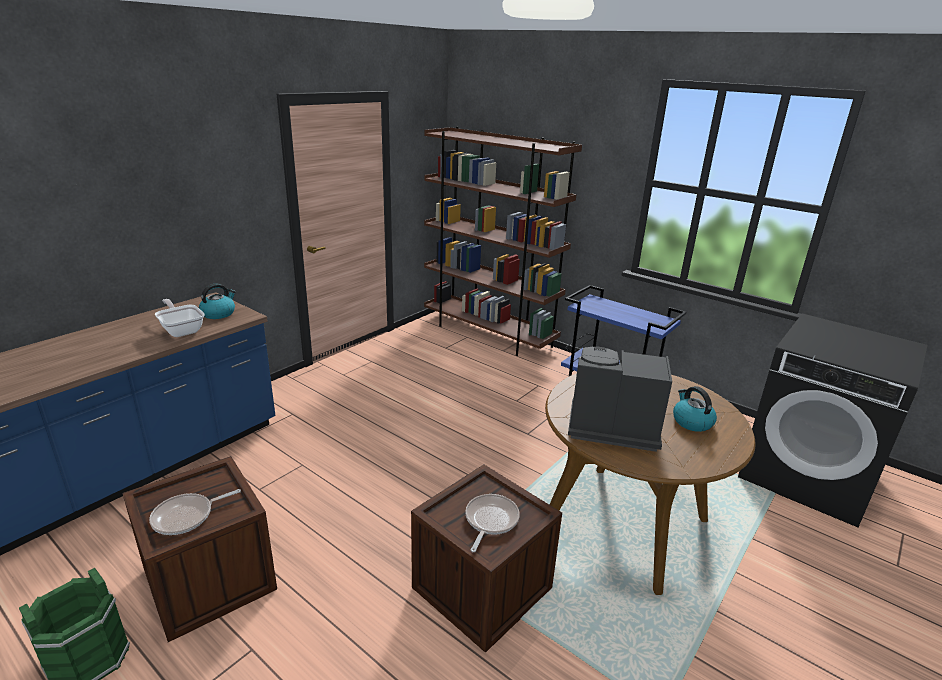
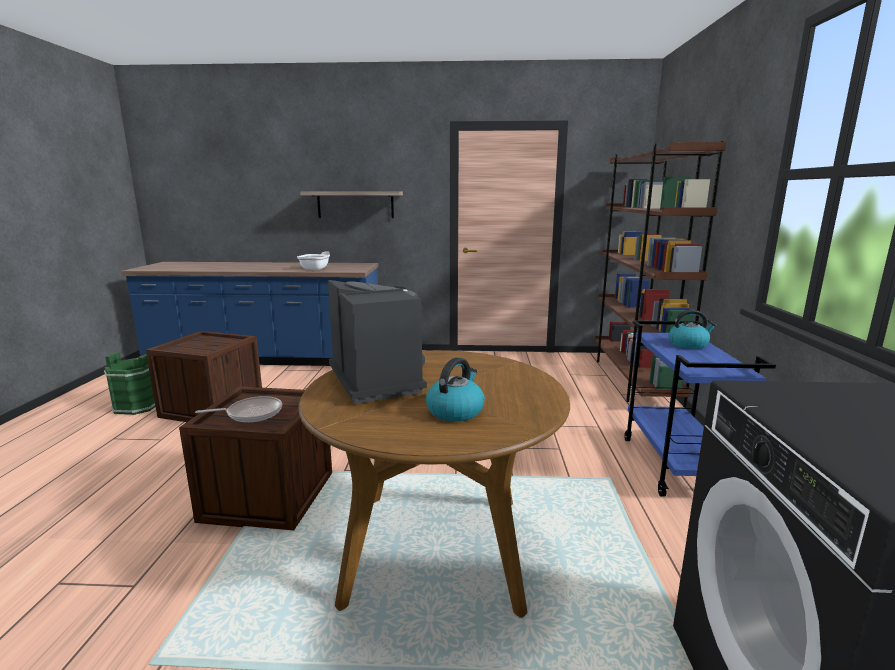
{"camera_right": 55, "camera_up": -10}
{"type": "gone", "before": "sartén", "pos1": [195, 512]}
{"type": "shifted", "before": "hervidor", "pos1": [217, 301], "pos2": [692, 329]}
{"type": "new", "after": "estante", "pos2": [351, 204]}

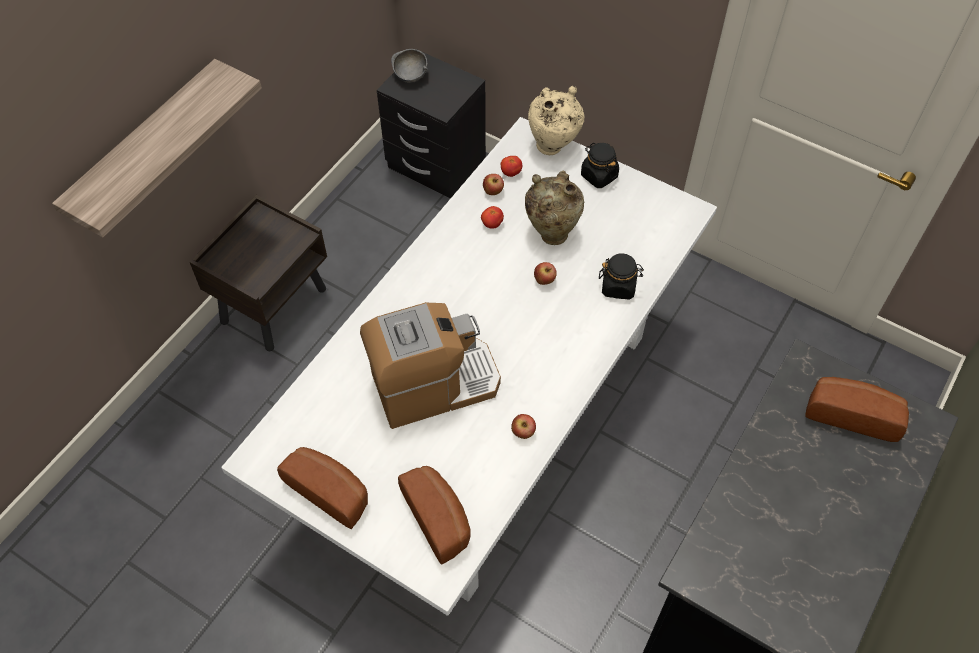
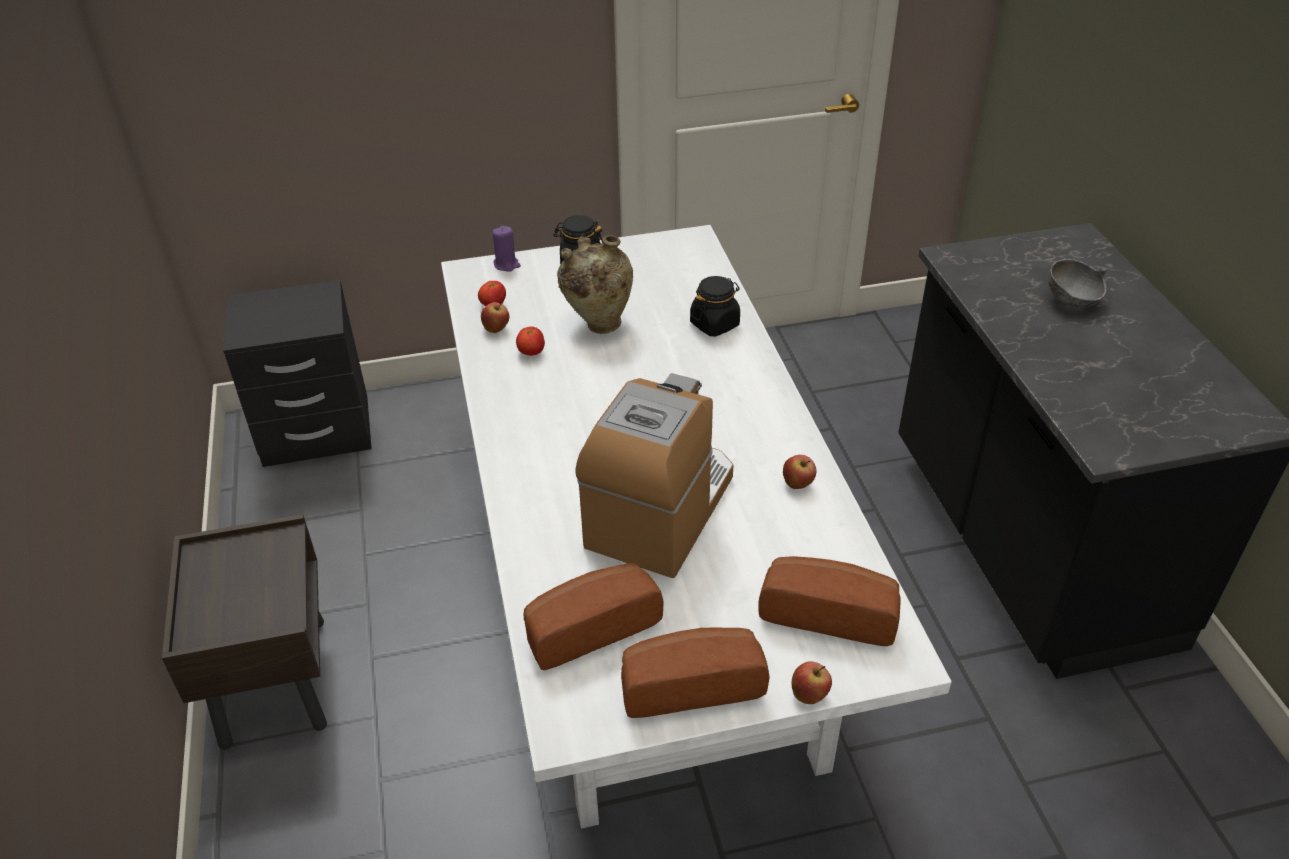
{"camera_right": -45, "camera_up": -15}
{"type": "gone", "before": "estante", "pos1": [157, 148]}
{"type": "shifted", "before": "cuenco (gris)", "pos1": [409, 66], "pos2": [1077, 283]}
{"type": "swapped", "before": "florero (beis)", "after": "vela (morado)", "pos1": [556, 120], "pos2": [506, 249]}
{"type": "shifted", "before": "manzana", "pos1": [545, 273], "pos2": [811, 682]}
{"type": "shifted", "before": "pan", "pos1": [857, 409], "pos2": [594, 616]}

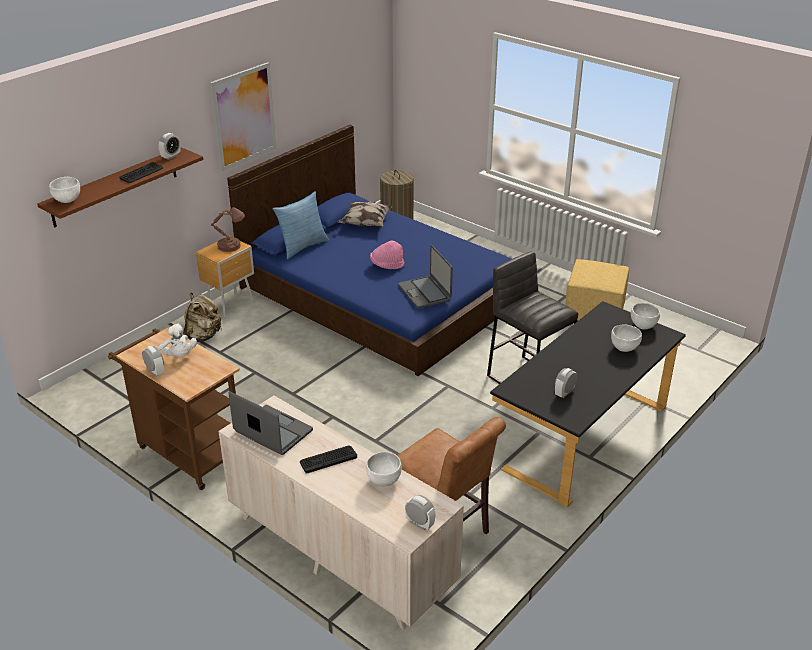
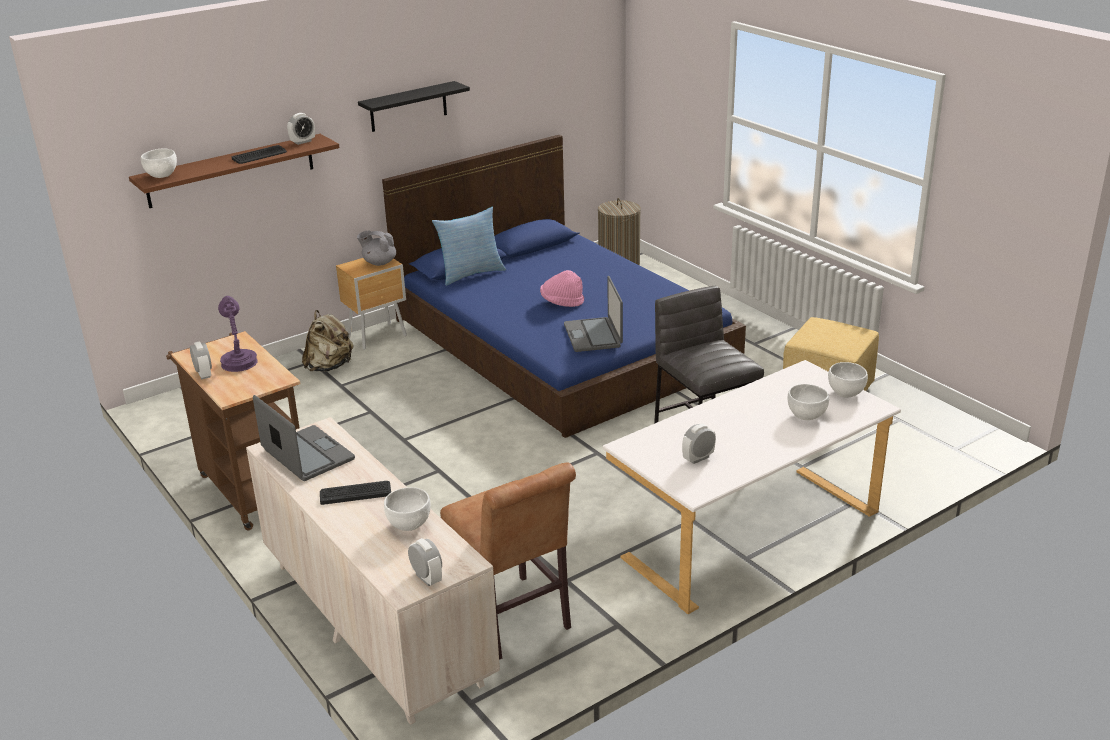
{"camera_right": 15, "camera_up": -5}
{"type": "swapped", "before": "peluche (blanco)", "after": "lámpara de mesa (morado)", "pos1": [176, 340], "pos2": [238, 334]}
{"type": "swapped", "before": "cuadro", "after": "estante (negro)", "pos1": [243, 116], "pos2": [414, 106]}
{"type": "swapped", "before": "lámpara de mesa (marrón)", "after": "tetera (gris)", "pos1": [228, 229], "pos2": [376, 248]}
{"type": "gone", "before": "cojín", "pos1": [365, 213]}
{"type": "repainted", "before": "escritorio (negro)", "after": "escritorio (blanco)", "pos1": [588, 404], "pos2": [752, 487]}

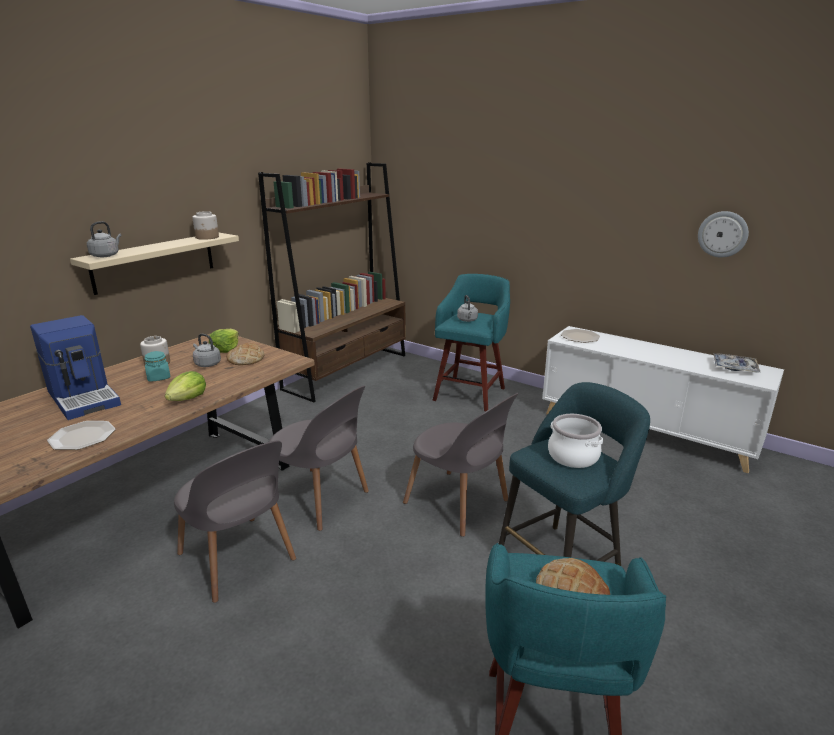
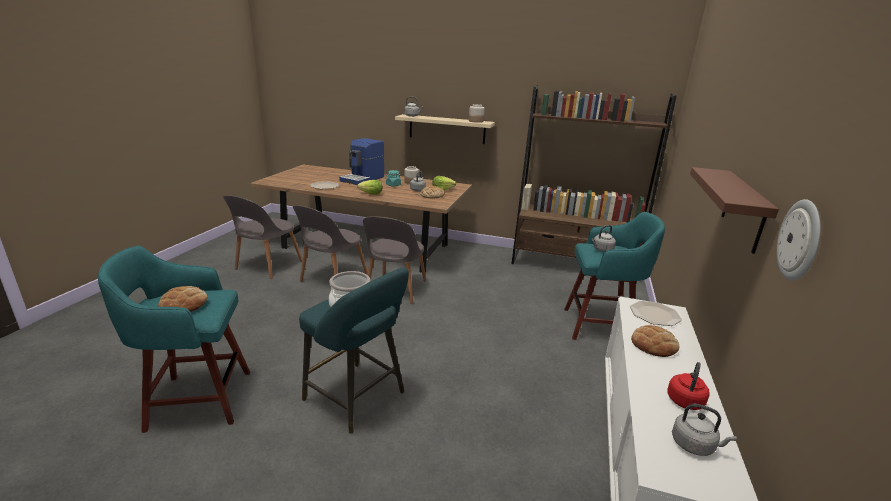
{"camera_right": 70, "camera_up": 0}
{"type": "shifted", "before": "silla (gris)", "pos1": [461, 465], "pos2": [262, 237]}
{"type": "swapped", "before": "bandeja", "after": "hervidor (gris)", "pos1": [736, 362], "pos2": [704, 430]}
{"type": "new", "after": "pan", "pos2": [655, 341]}
{"type": "new", "after": "hervidor (rojo)", "pos2": [688, 386]}
{"type": "new", "after": "estante (marrón)", "pos2": [734, 210]}

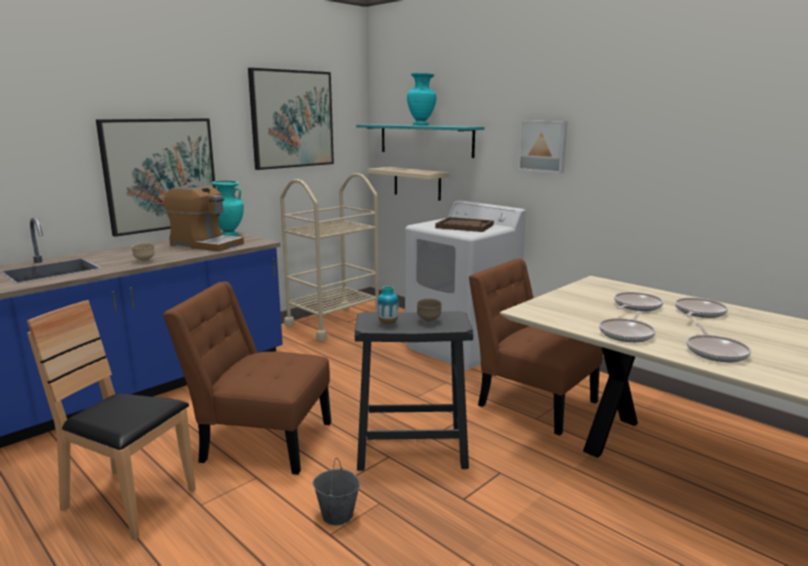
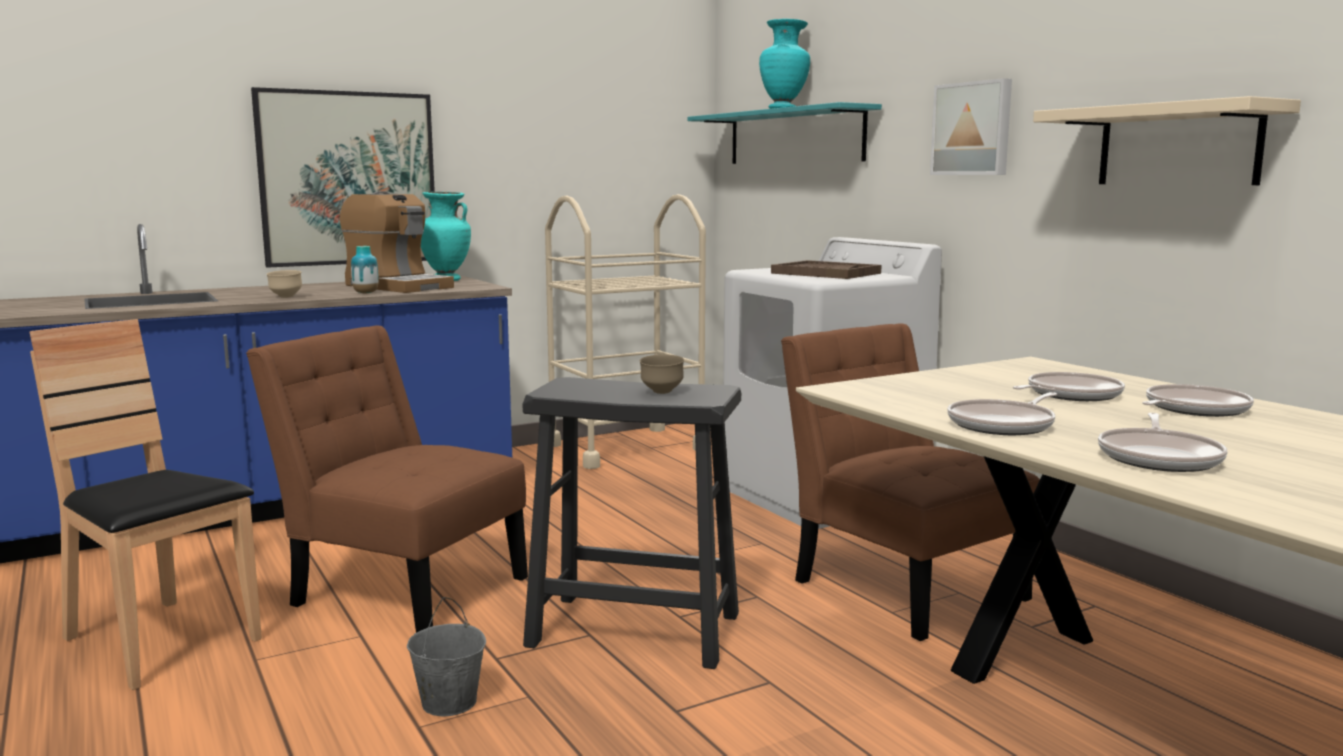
{"camera_right": 15, "camera_up": -5}
{"type": "gone", "before": "cuadro", "pos1": [291, 119]}
{"type": "shifted", "before": "estante (beis)", "pos1": [408, 184], "pos2": [1167, 140]}
{"type": "shifted", "before": "florero", "pos1": [388, 305], "pos2": [365, 269]}

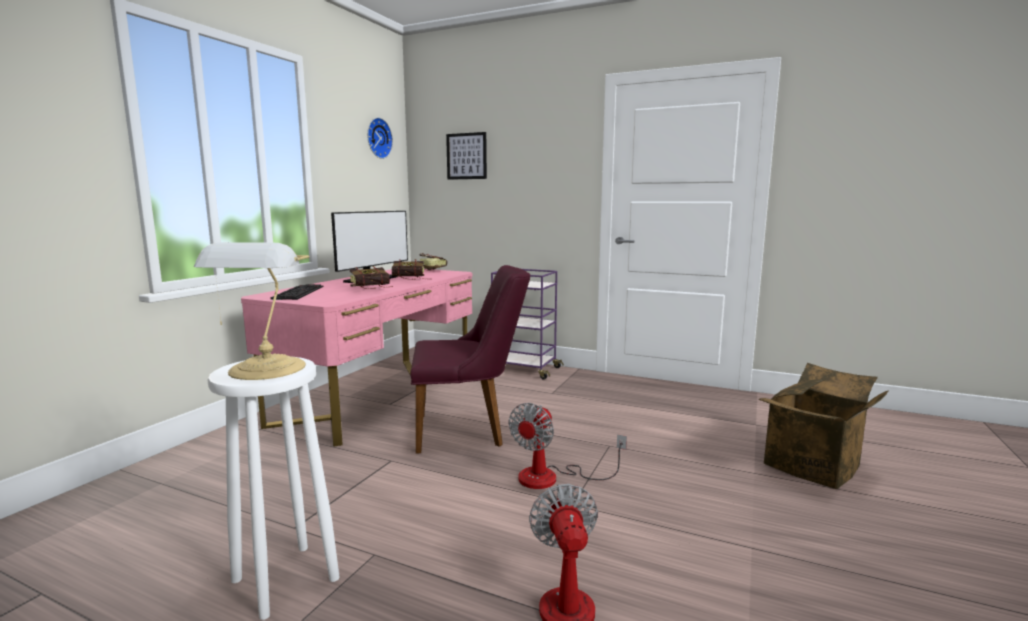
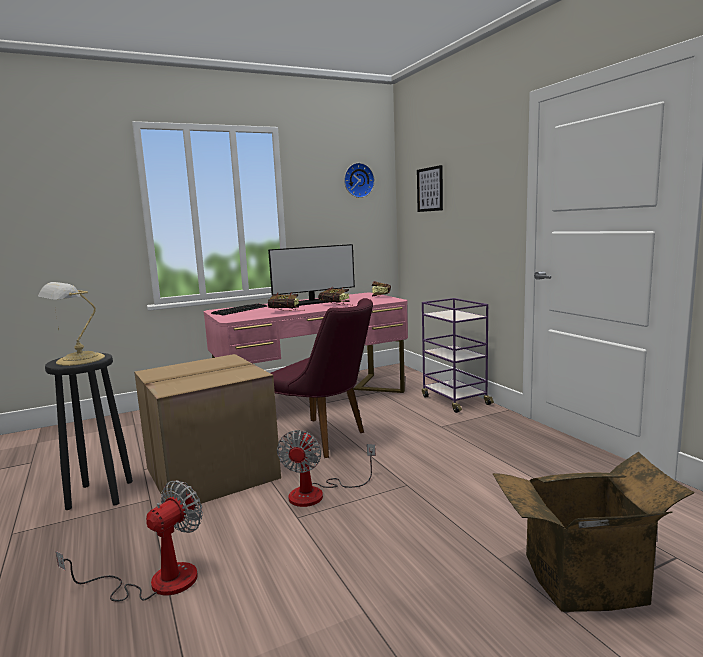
{"camera_right": 40, "camera_up": 0}
{"type": "repainted", "before": "taburete (blanco)", "after": "taburete (negro)", "pos1": [274, 488], "pos2": [89, 431]}
{"type": "rotated", "before": "ventilador", "pos1": [568, 446], "pos2": [326, 468], "turn": -60}
{"type": "new", "after": "caja de cartón", "pos2": [207, 429]}

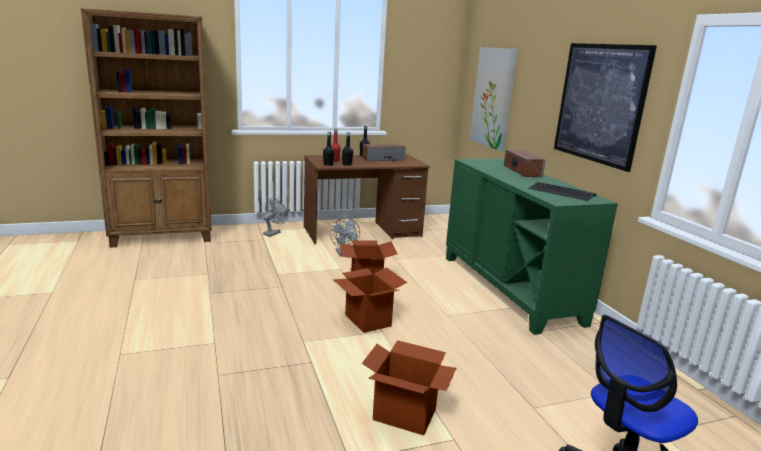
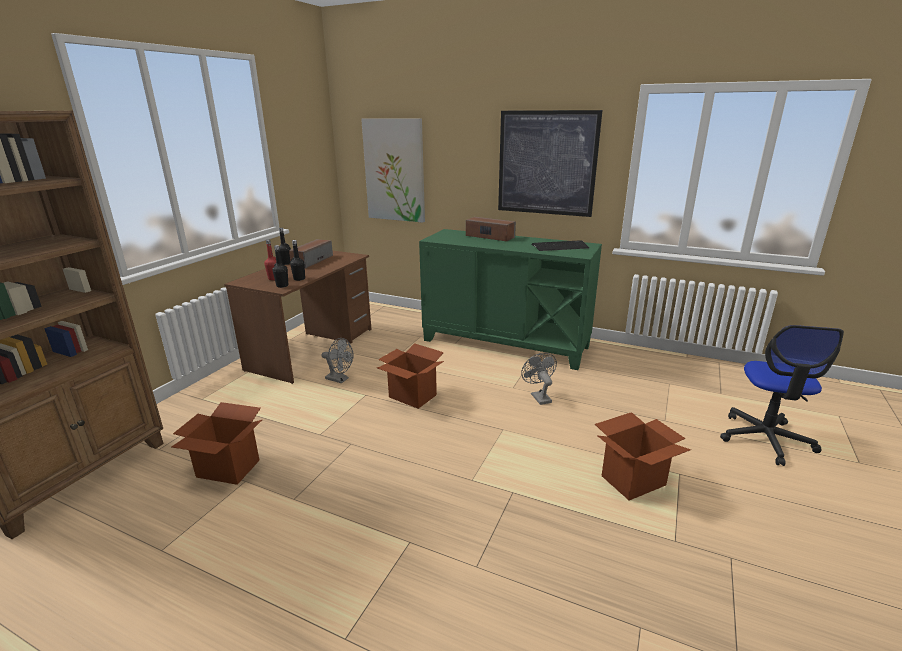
{"camera_right": -45, "camera_up": 5}
{"type": "shifted", "before": "ventilador (gris)", "pos1": [275, 217], "pos2": [539, 379]}
{"type": "shifted", "before": "caja de cartón", "pos1": [370, 300], "pos2": [217, 443]}

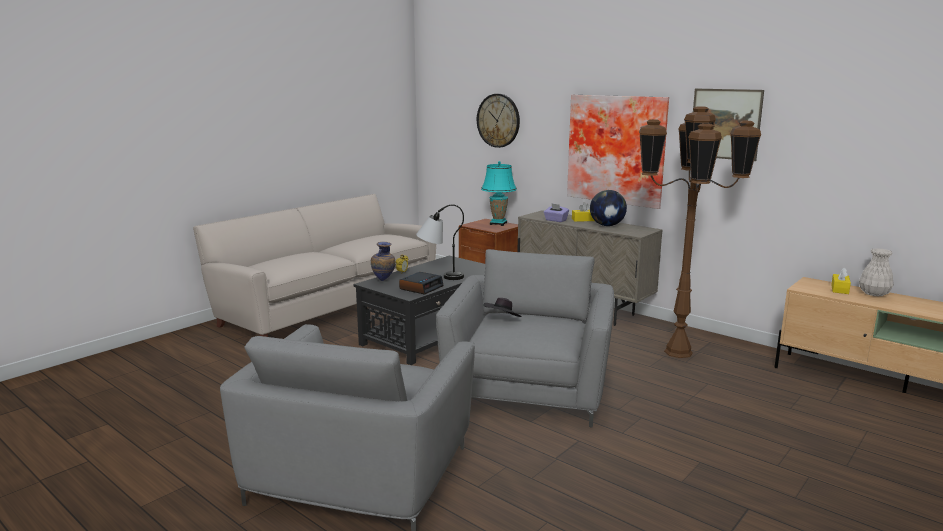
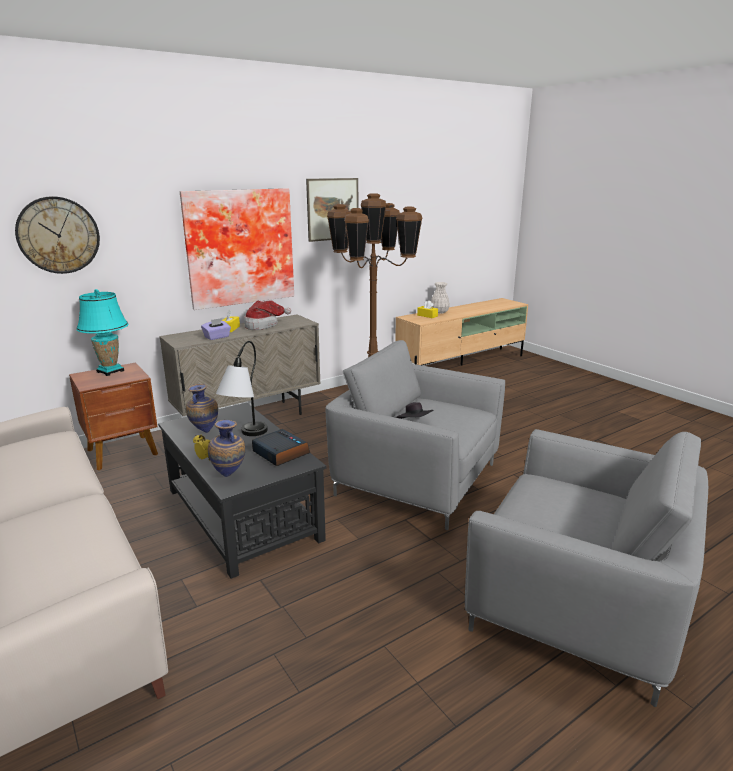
{"camera_right": -75, "camera_up": 5}
{"type": "swapped", "before": "globo terráqueo", "after": "sombrero", "pos1": [608, 208], "pos2": [267, 315]}
{"type": "new", "after": "florero", "pos2": [202, 408]}

